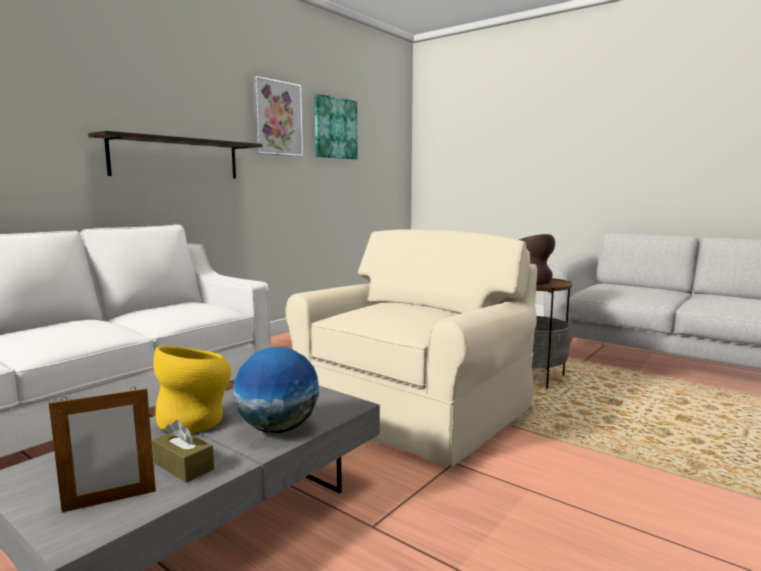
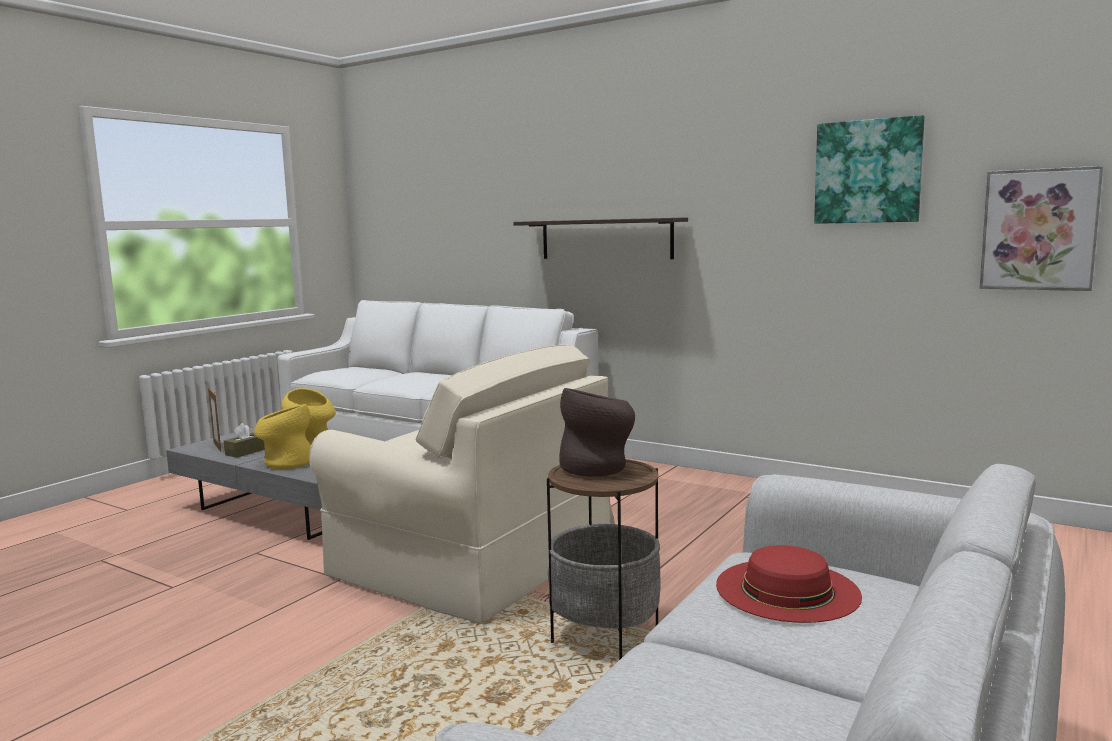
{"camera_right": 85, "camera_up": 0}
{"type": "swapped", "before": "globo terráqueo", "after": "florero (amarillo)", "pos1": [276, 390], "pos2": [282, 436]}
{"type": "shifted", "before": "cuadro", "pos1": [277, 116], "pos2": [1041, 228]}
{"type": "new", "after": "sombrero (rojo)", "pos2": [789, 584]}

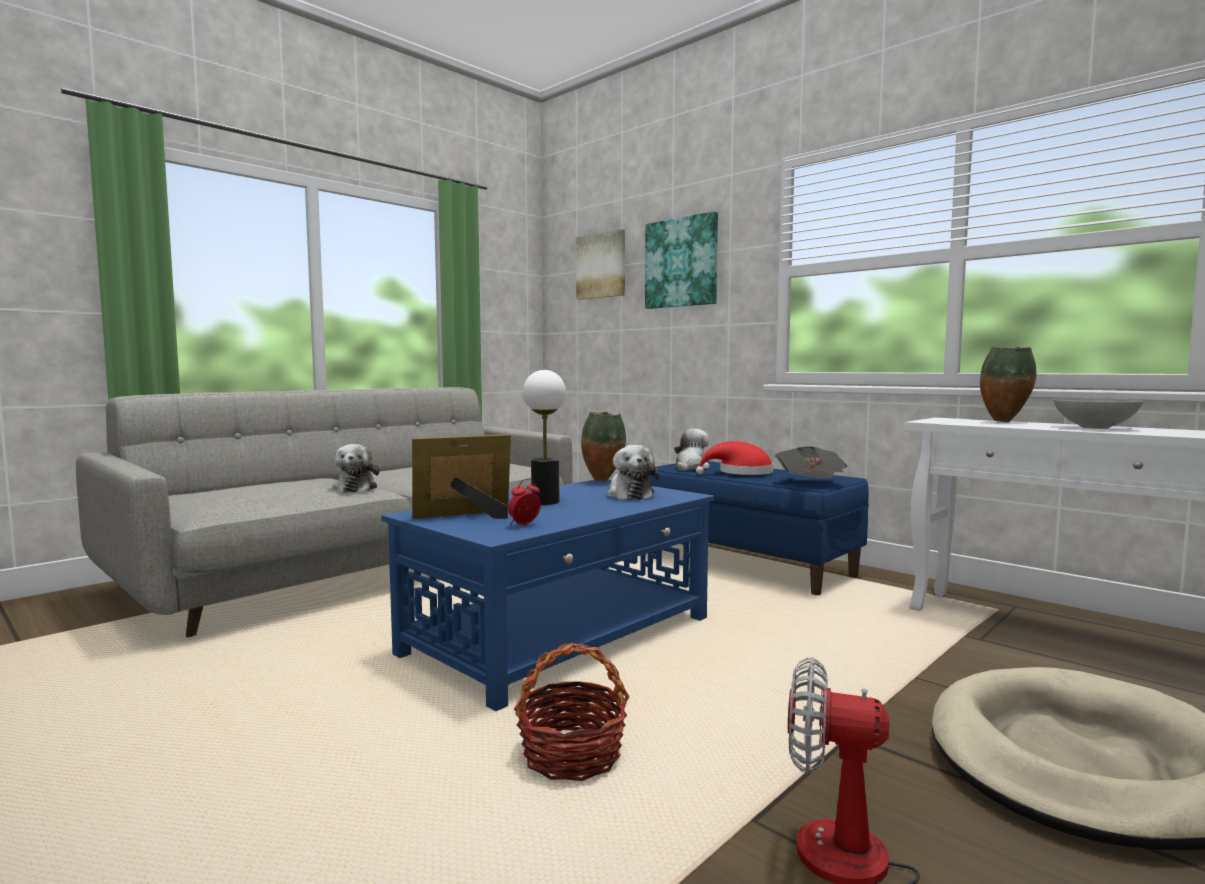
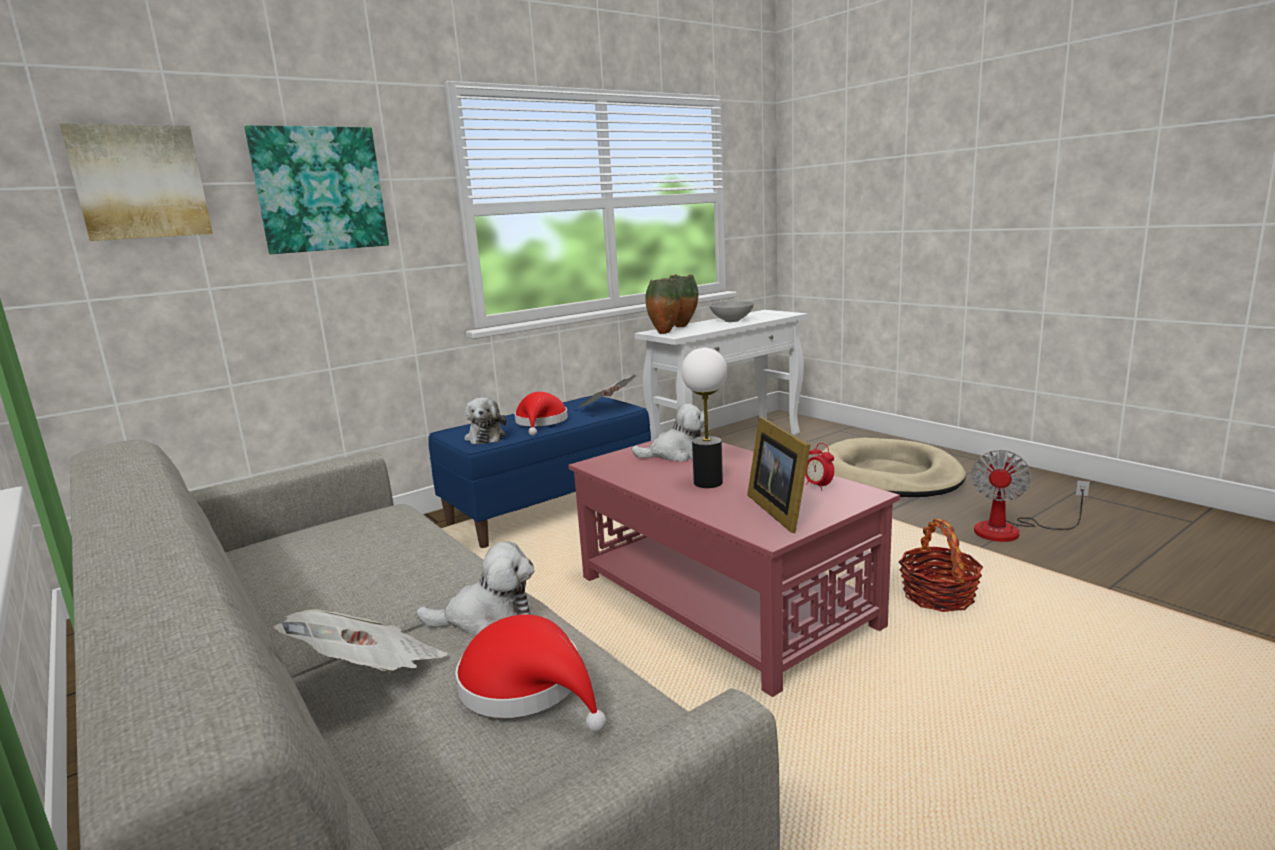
{"camera_right": -80, "camera_up": 10}
{"type": "repainted", "before": "mesa de centro (azul)", "after": "mesa de centro (rojo)", "pos1": [547, 595], "pos2": [734, 566]}
{"type": "shifted", "before": "florero", "pos1": [603, 446], "pos2": [662, 306]}
{"type": "rotated", "before": "peluche", "pos1": [692, 450], "pos2": [485, 421], "turn": -135}
{"type": "new", "after": "periódico", "pos2": [360, 640]}
{"type": "new", "after": "sombrero (rojo)", "pos2": [530, 673]}

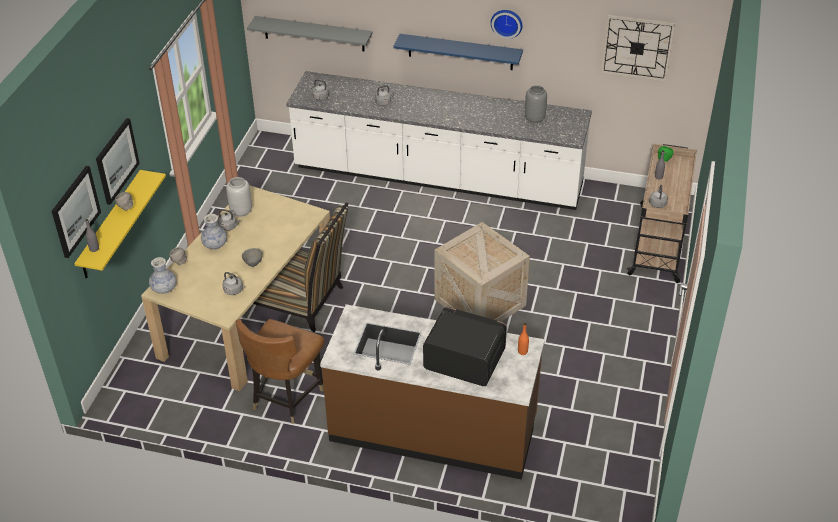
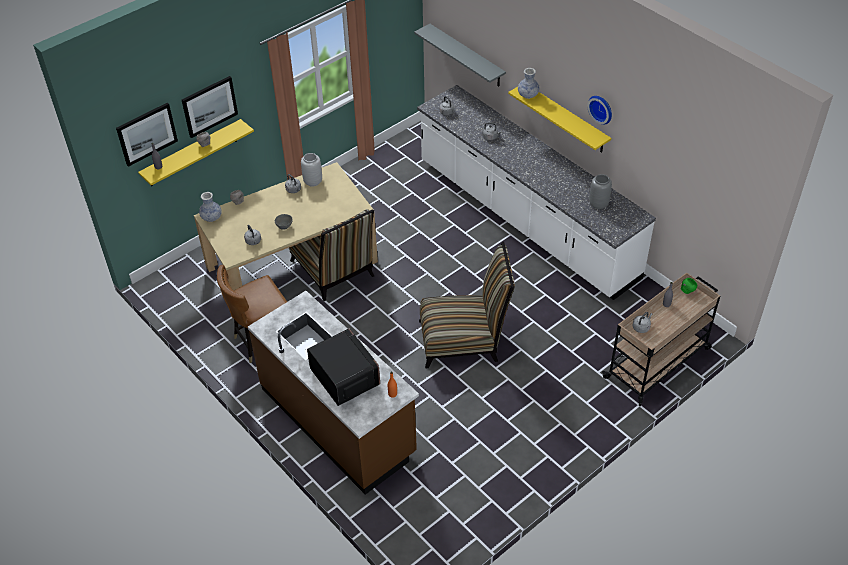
{"camera_right": 35, "camera_up": 5}
{"type": "shifted", "before": "florero", "pos1": [214, 231], "pos2": [529, 83]}
{"type": "repainted", "before": "estante (azul)", "after": "estante (amarillo)", "pos1": [458, 52], "pos2": [559, 120]}
{"type": "swapped", "before": "caja de embalaje", "after": "silla", "pos1": [482, 272], "pos2": [467, 305]}
{"type": "gone", "before": "reloj de pared", "pos1": [638, 48]}

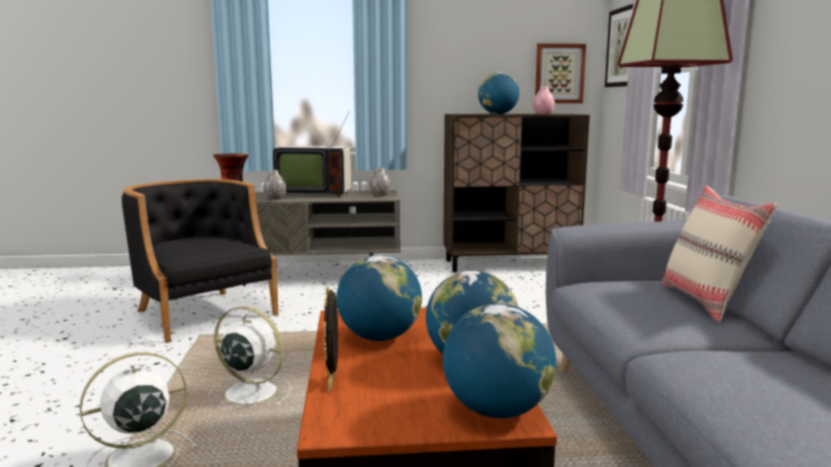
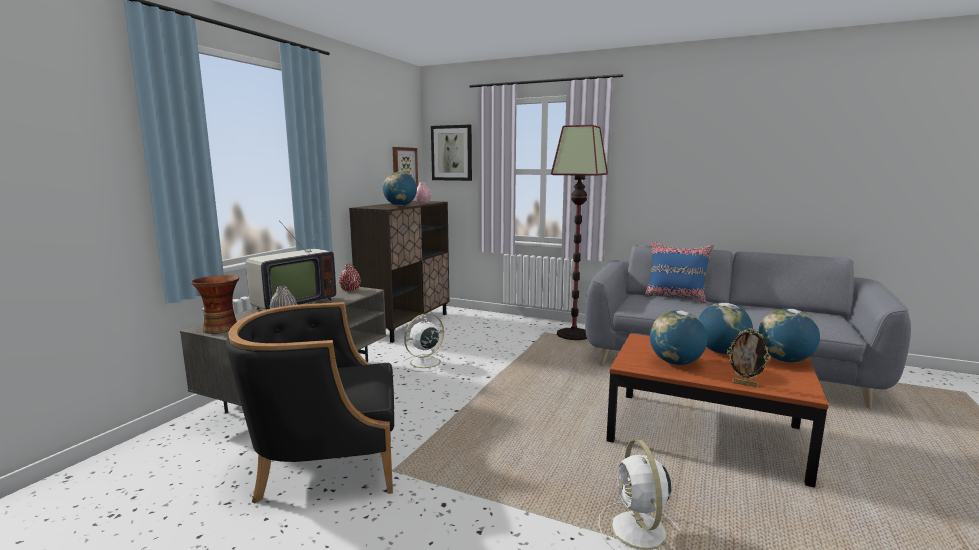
{"camera_right": -60, "camera_up": 0}
{"type": "shifted", "before": "ventilador (blanco)", "pos1": [250, 358], "pos2": [425, 342]}
{"type": "repainted", "before": "florero (gris)", "after": "florero (rojo)", "pos1": [380, 181], "pos2": [350, 278]}
{"type": "repainted", "before": "cojín (beis)", "after": "cojín (azul)", "pos1": [719, 254], "pos2": [679, 272]}

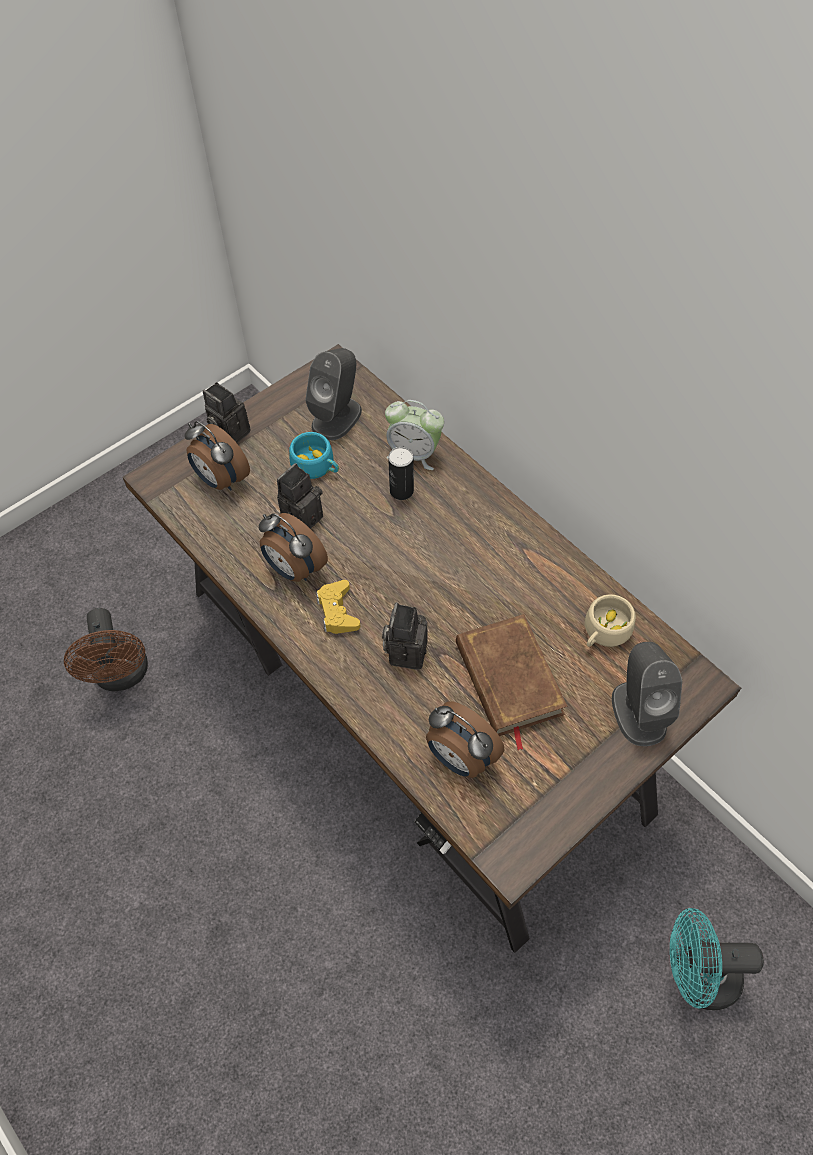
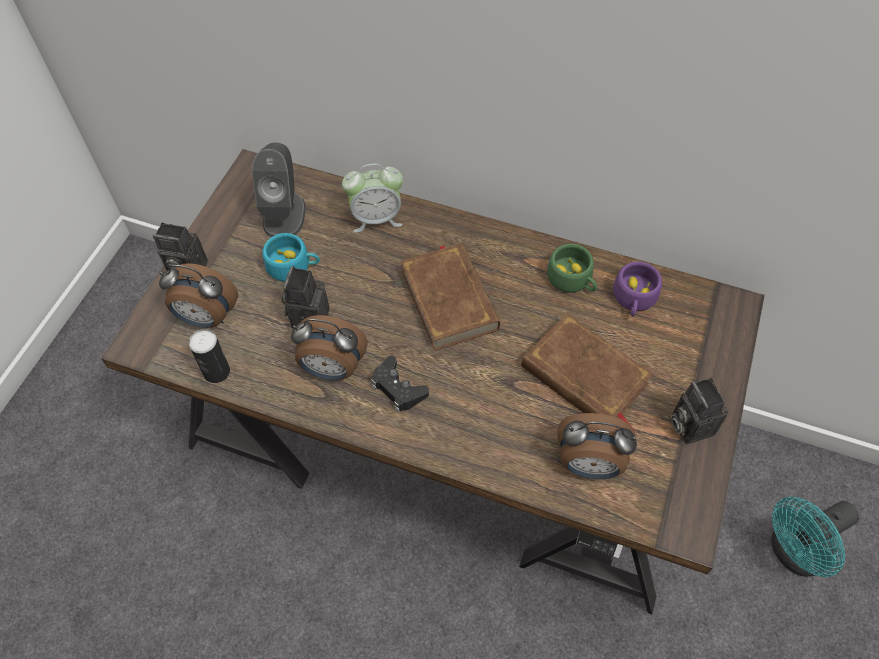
{"camera_right": -30, "camera_up": 0}
{"type": "gone", "before": "ventilador (marrón)", "pos1": [106, 649]}
{"type": "repainted", "before": "mando de consola (amarillo)", "after": "mando de consola (negro)", "pos1": [338, 607], "pos2": [400, 384]}
{"type": "shifted", "before": "cámara", "pos1": [405, 636], "pos2": [699, 411]}
{"type": "shifted", "before": "lata", "pos1": [401, 473], "pos2": [209, 356]}
{"type": "repainted", "before": "taza (beis)", "after": "taza (morado)", "pos1": [610, 620], "pos2": [637, 289]}
{"type": "gone", "before": "altavoz (gris)", "pos1": [647, 694]}
{"type": "new", "after": "libro (marrón)", "pos2": [450, 297]}
{"type": "new", "after": "taza (verde)", "pos2": [572, 268]}

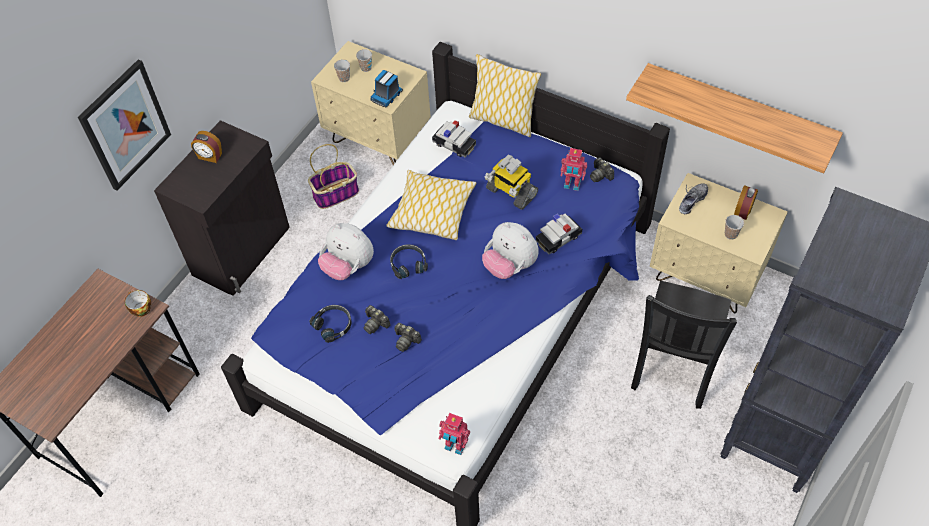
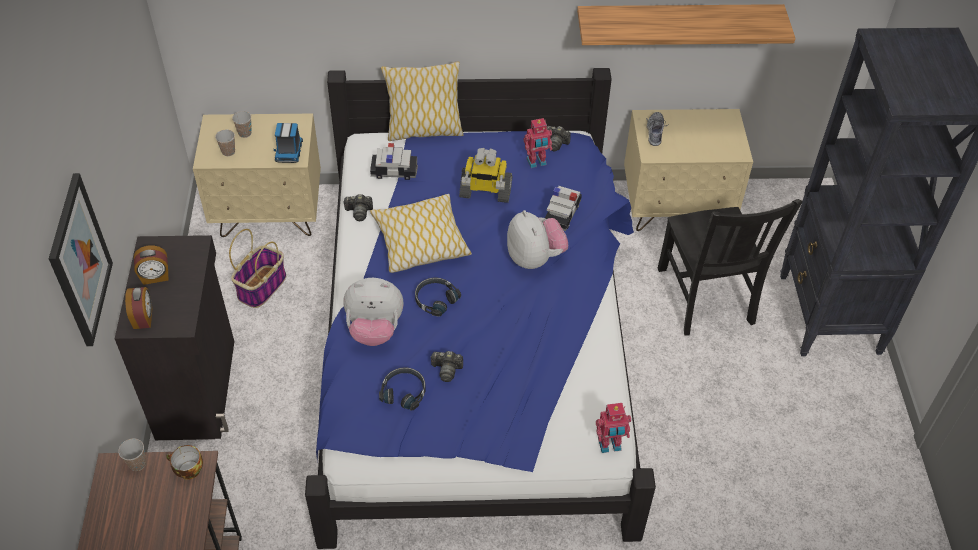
{"camera_right": -35, "camera_up": -5}
{"type": "shifted", "before": "cámara", "pos1": [408, 337], "pos2": [358, 207]}
{"type": "rotated", "before": "peluche", "pos1": [510, 250], "pos2": [537, 239], "turn": -120}
{"type": "shifted", "before": "taza", "pos1": [734, 227], "pos2": [132, 454]}
{"type": "shifted", "before": "despertador", "pos1": [746, 202], "pos2": [138, 308]}

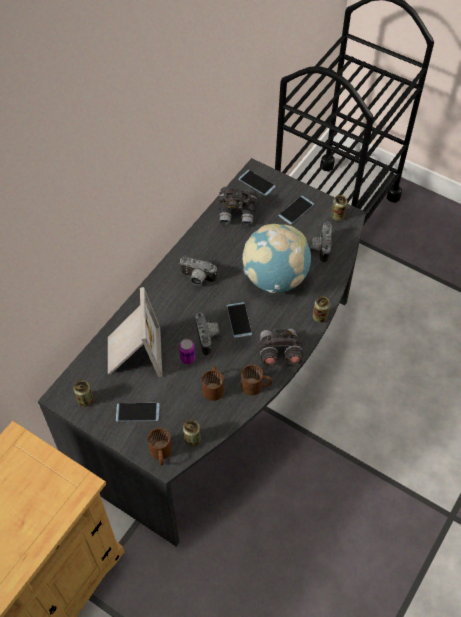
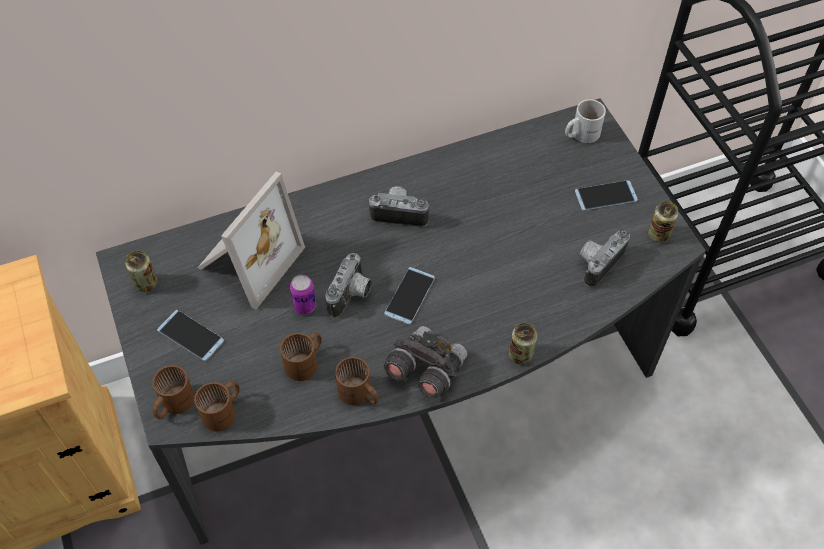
{"camera_right": 35, "camera_up": 0}
{"type": "rotated", "before": "cámara", "pos1": [198, 270], "pos2": [399, 206], "turn": 135}
{"type": "swapped", "before": "lata", "after": "taza grande (marrón)", "pos1": [192, 433], "pos2": [217, 406]}
{"type": "gone", "before": "prismáticos (gris)", "pos1": [237, 206]}
{"type": "swapped", "before": "móvil", "after": "taza grande (blanco)", "pos1": [257, 183], "pos2": [585, 121]}
{"type": "gone", "before": "globo terráqueo", "pos1": [277, 258]}

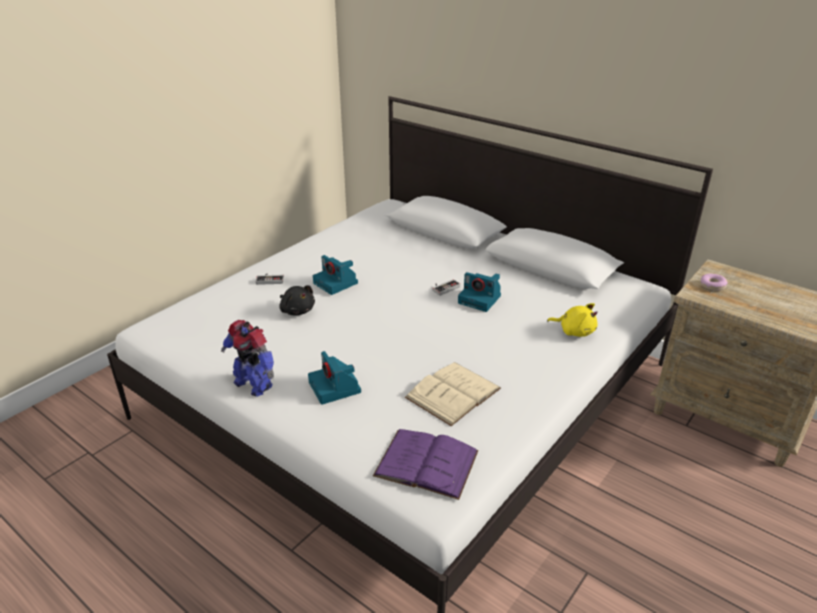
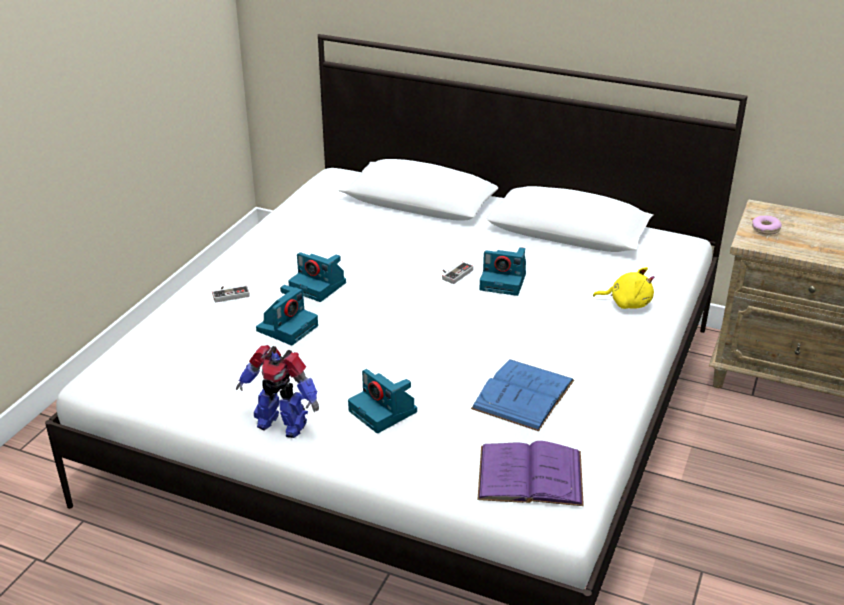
{"camera_right": -15, "camera_up": 0}
{"type": "swapped", "before": "peluche (negro)", "after": "cámara", "pos1": [297, 300], "pos2": [287, 315]}
{"type": "repainted", "before": "libro (beis)", "after": "libro (azul)", "pos1": [453, 394], "pos2": [522, 395]}

